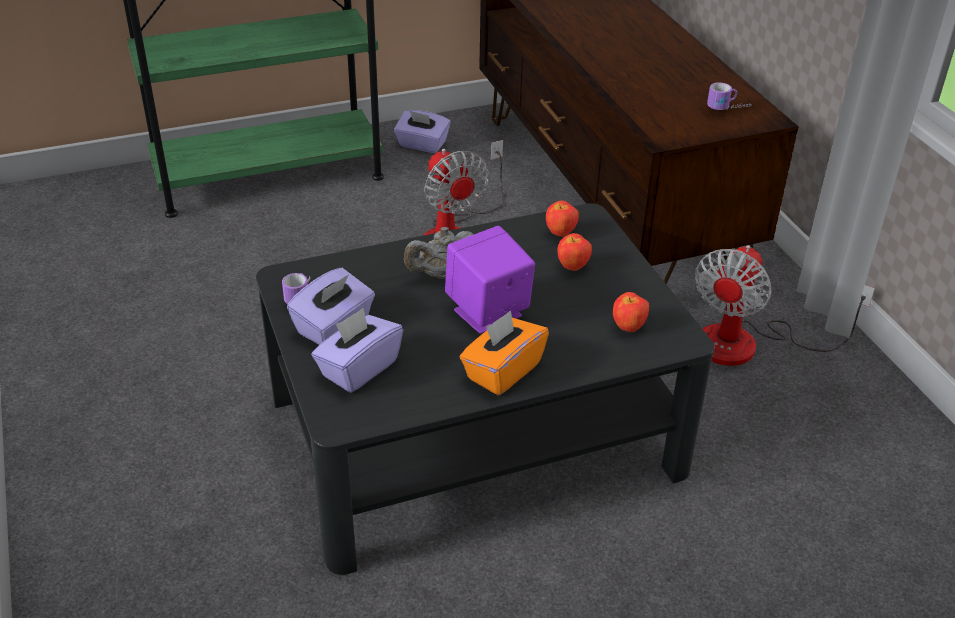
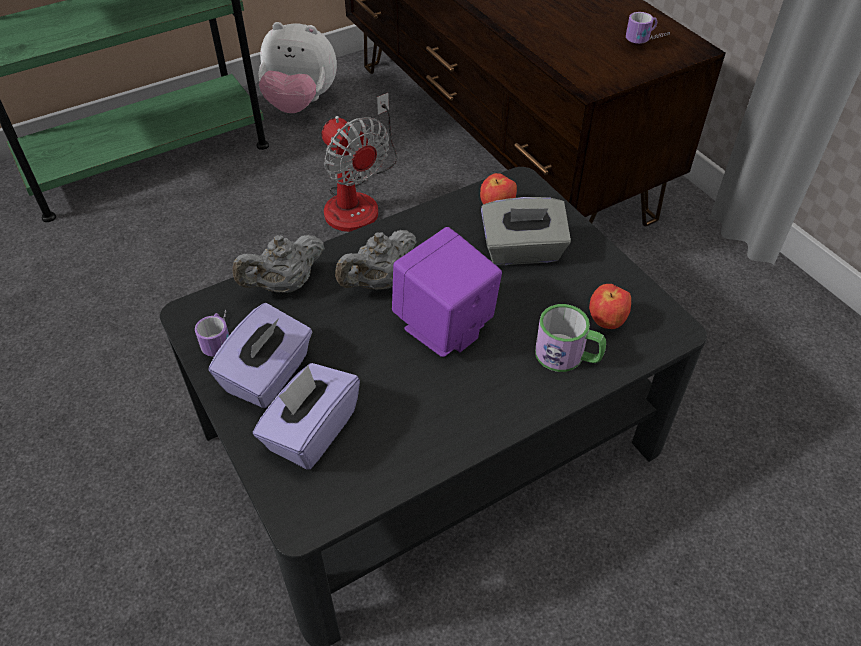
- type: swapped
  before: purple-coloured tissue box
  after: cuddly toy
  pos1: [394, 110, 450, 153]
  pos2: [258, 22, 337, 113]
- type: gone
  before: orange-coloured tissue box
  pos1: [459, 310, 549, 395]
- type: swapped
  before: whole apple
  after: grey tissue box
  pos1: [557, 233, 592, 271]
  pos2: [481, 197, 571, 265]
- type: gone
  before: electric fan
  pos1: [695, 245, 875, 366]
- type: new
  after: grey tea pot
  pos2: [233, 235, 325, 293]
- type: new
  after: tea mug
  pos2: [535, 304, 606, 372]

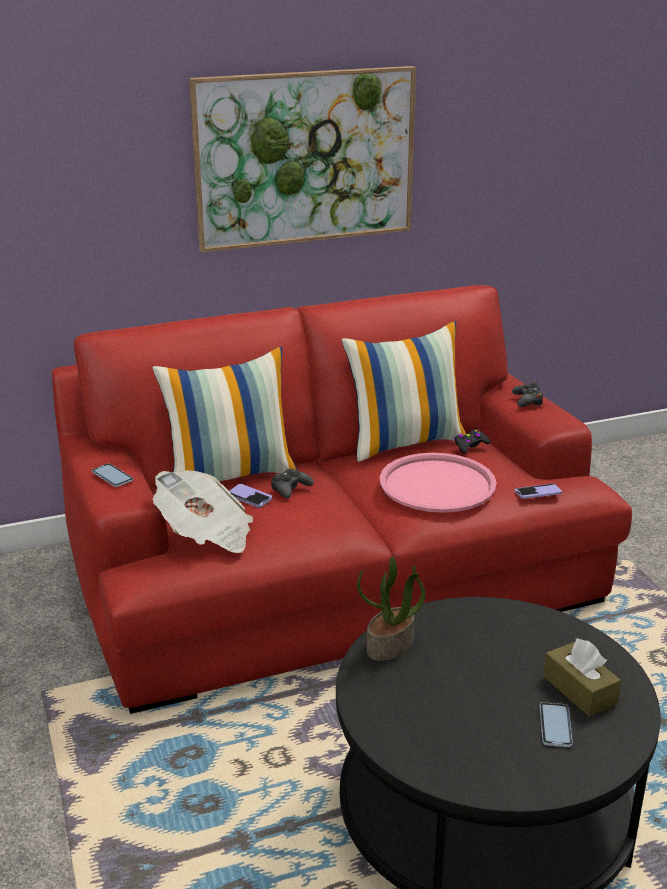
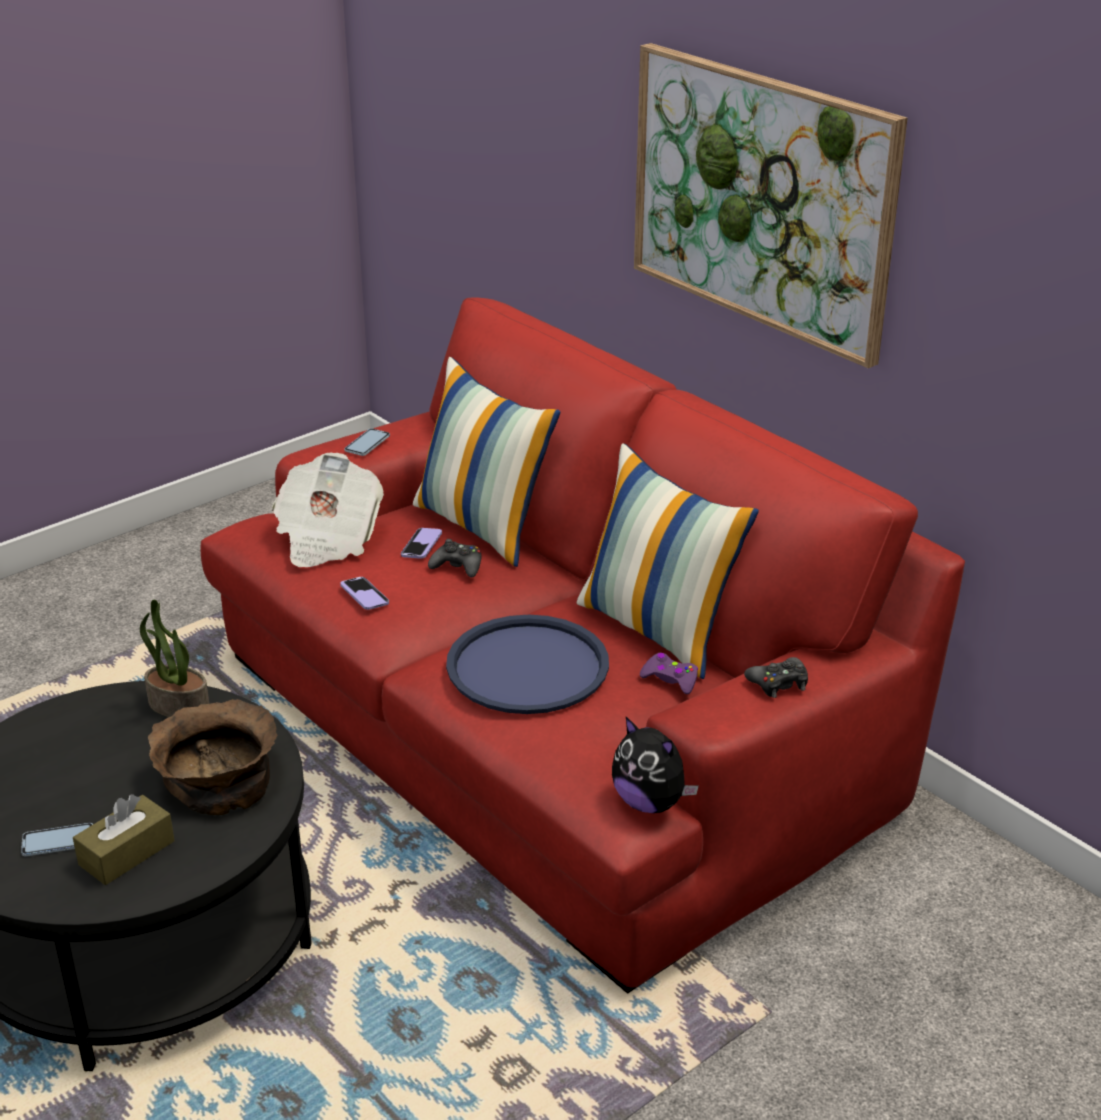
- type: repainted
  before: pink tray
  after: blue-coloured tray
  pos1: [380, 453, 497, 513]
  pos2: [446, 615, 609, 714]
- type: repainted
  before: black-coloured game controller
  after: purple-coloured game controller
  pos1: [454, 429, 491, 454]
  pos2: [640, 653, 698, 694]
- type: shifted
  before: handset
  pos1: [514, 484, 562, 499]
  pos2: [340, 577, 389, 610]
- type: new
  after: brown-coloured deep dish
  pos2: [148, 699, 278, 815]
- type: new
  after: cuddly toy
  pos2: [612, 717, 699, 813]

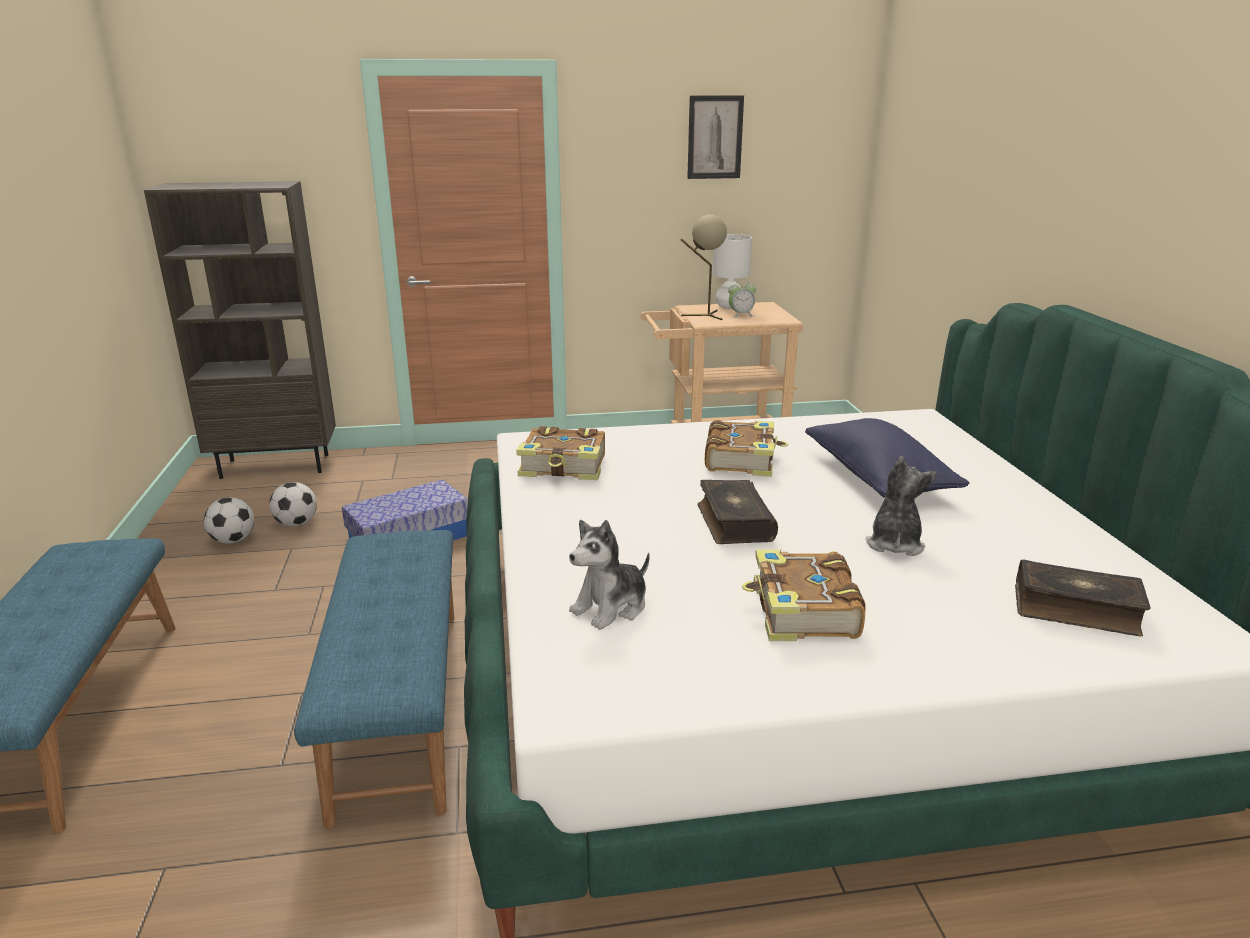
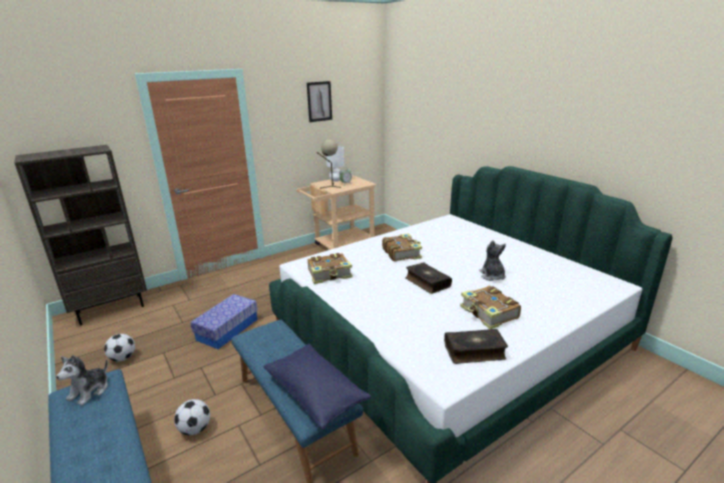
- type: shifted
  before: football ball
  pos1: [269, 482, 317, 527]
  pos2: [174, 399, 210, 435]
- type: shifted
  before: cuddly toy
  pos1: [569, 520, 650, 630]
  pos2: [56, 355, 108, 406]
- type: shifted
  before: blue-coloured cushion
  pos1: [805, 418, 969, 498]
  pos2: [264, 343, 372, 430]
- type: shifted
  before: bound book
  pos1: [1015, 559, 1151, 637]
  pos2: [444, 329, 508, 364]

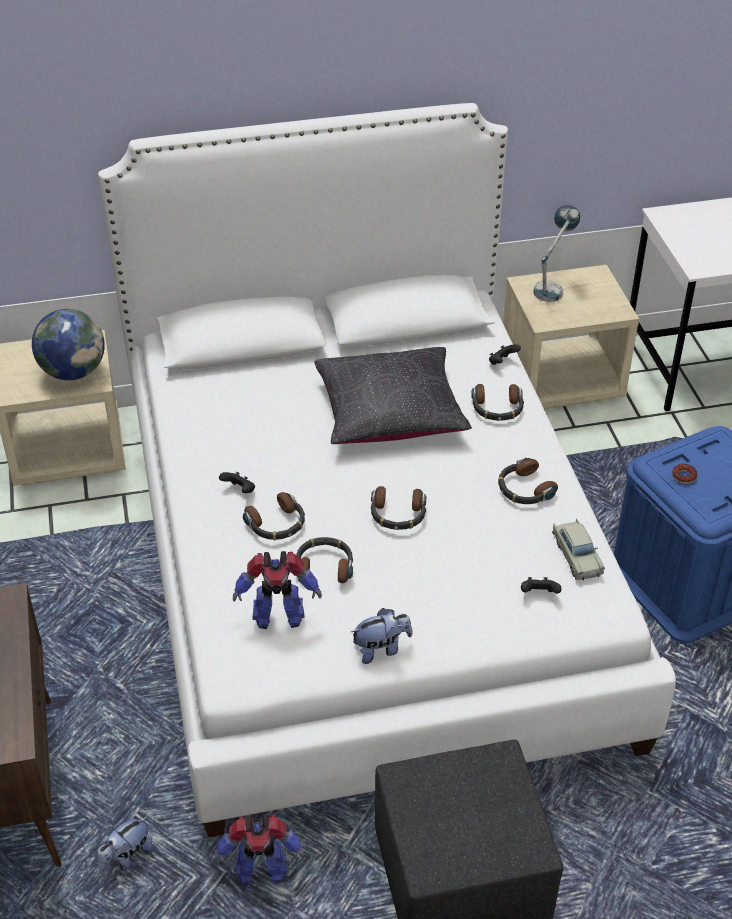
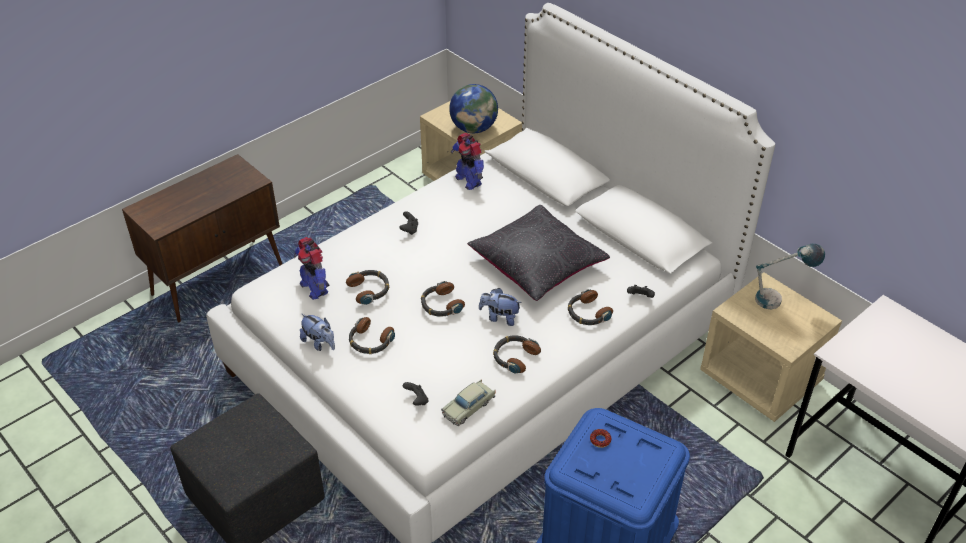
- type: shifted
  before: cuddly toy
  pos1: [97, 816, 154, 873]
  pos2: [479, 288, 522, 326]
- type: shifted
  before: toy robot
  pos1: [215, 815, 305, 885]
  pos2: [451, 133, 484, 190]
- type: shifted
  before: headphones
  pos1: [243, 492, 305, 540]
  pos2: [349, 317, 395, 354]

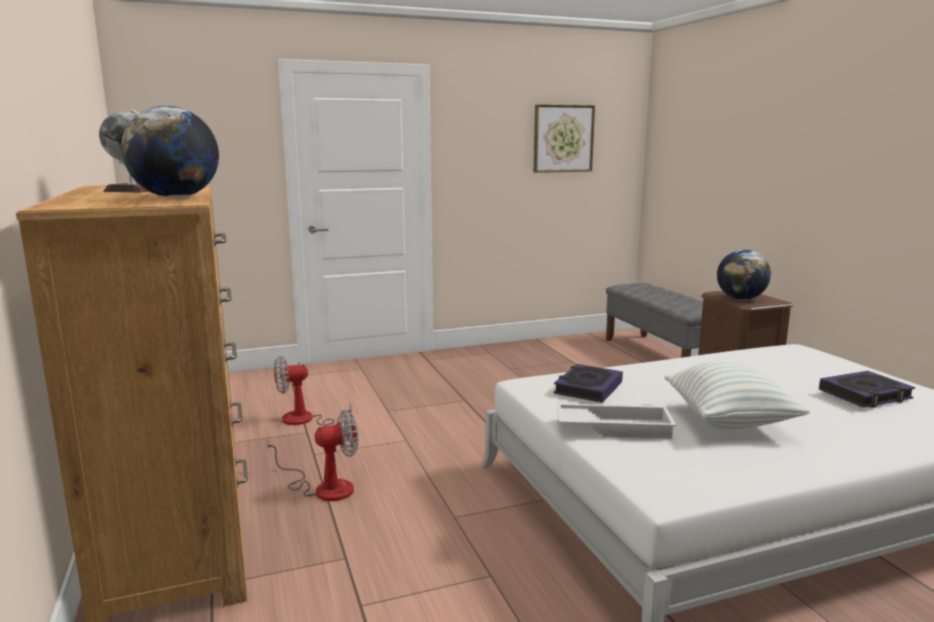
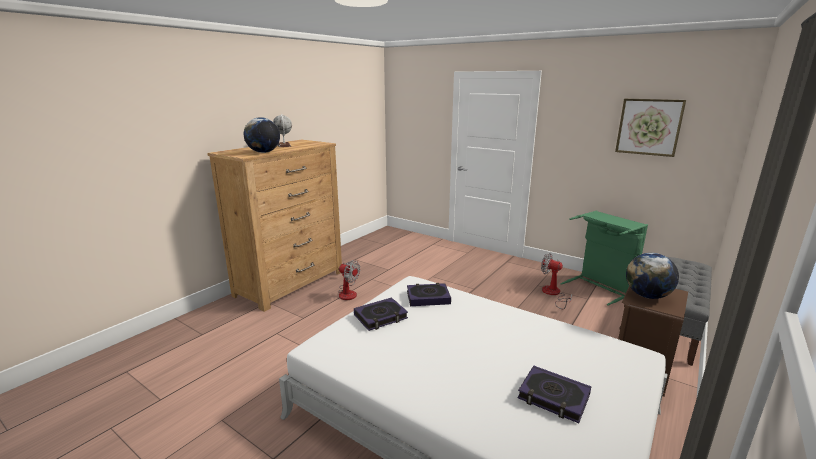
- type: shifted
  before: electric fan
  pos1: [274, 356, 352, 427]
  pos2: [541, 253, 572, 309]
- type: swapped
  before: whitish tray
  after: bound book
  pos1: [557, 403, 676, 439]
  pos2: [354, 297, 408, 331]
- type: gone
  before: cushion
  pos1: [664, 361, 810, 430]
- type: new
  after: green-coloured laundry basket
  pos2: [561, 211, 648, 306]

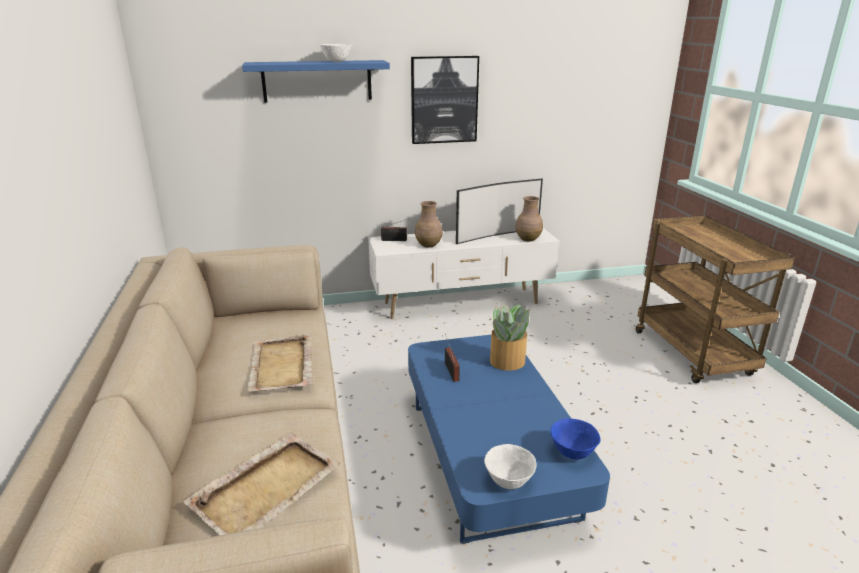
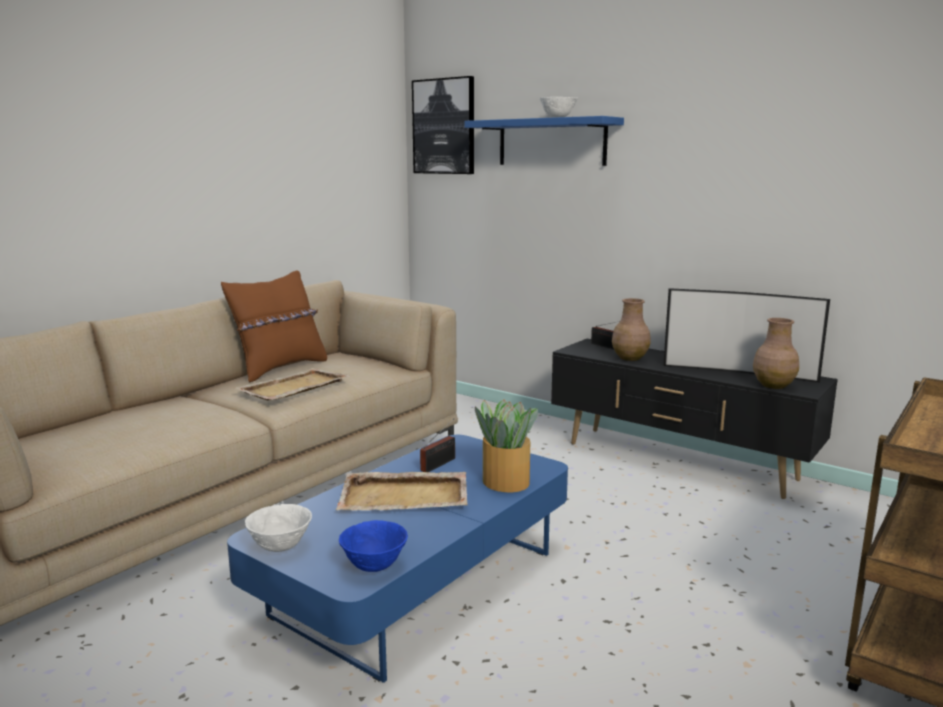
- type: shifted
  before: sand-coloured tray
  pos1: [183, 432, 340, 535]
  pos2: [336, 472, 468, 511]
- type: repainted
  before: whitish media console
  after: black-coloured media console
  pos1: [368, 228, 560, 319]
  pos2: [551, 339, 838, 499]
- type: shifted
  before: picture
  pos1: [411, 56, 479, 144]
  pos2: [412, 76, 474, 174]
- type: new
  after: brown-coloured cushion
  pos2: [221, 270, 327, 383]

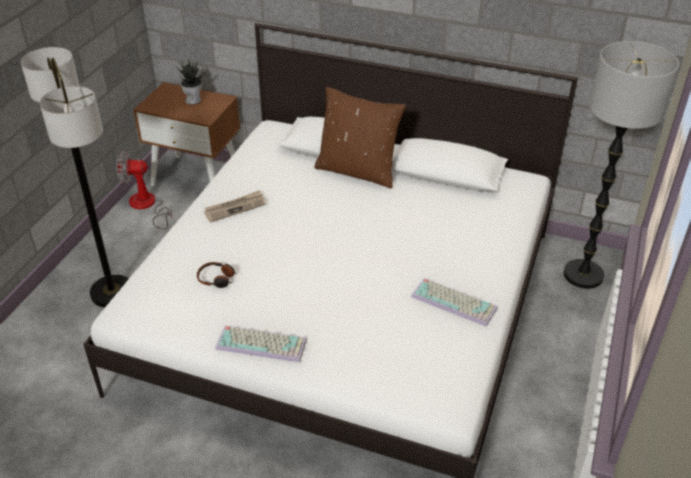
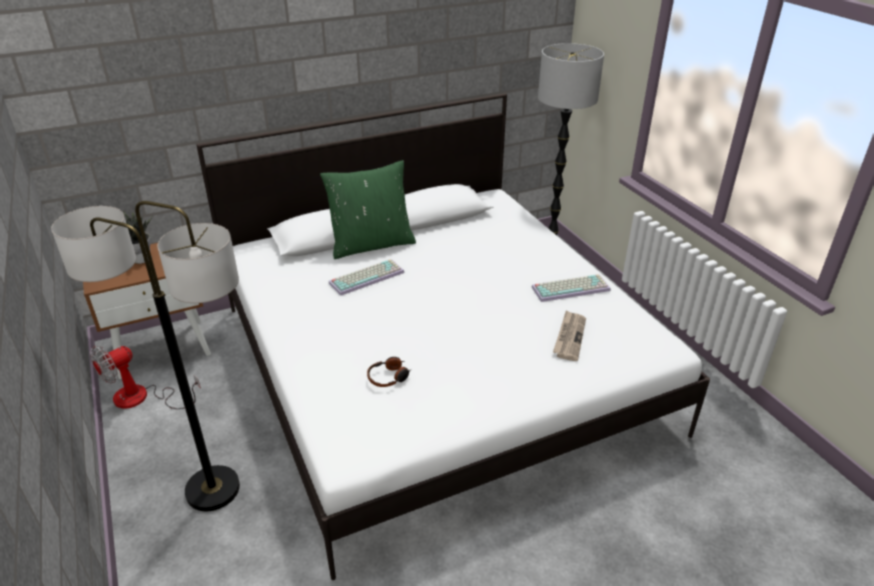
- type: shifted
  before: newspaper
  pos1: [204, 190, 266, 222]
  pos2: [553, 310, 586, 361]
- type: shifted
  before: PC keyboard
  pos1: [215, 326, 307, 362]
  pos2: [329, 259, 404, 296]
- type: repainted
  before: brown-coloured cushion
  after: green-coloured cushion
  pos1: [314, 87, 406, 188]
  pos2: [320, 160, 416, 259]

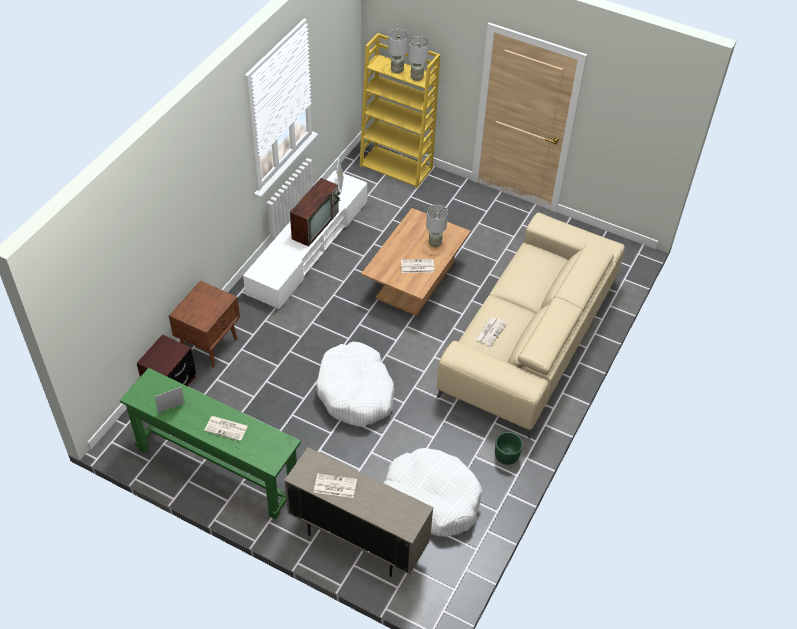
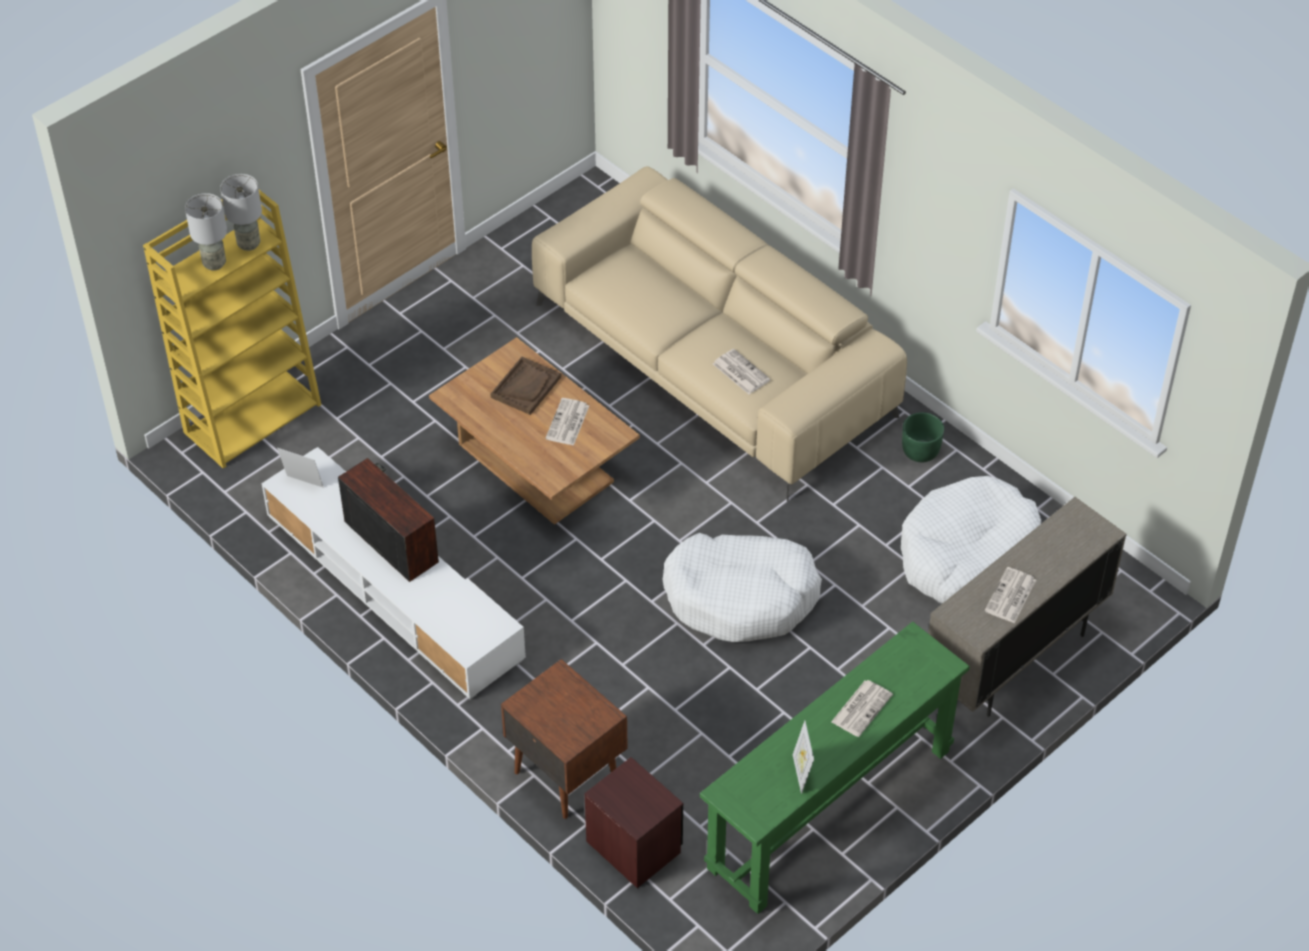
- type: swapped
  before: grey tabletop lamp
  after: brown-coloured tray
  pos1: [426, 205, 448, 247]
  pos2: [490, 357, 561, 415]

